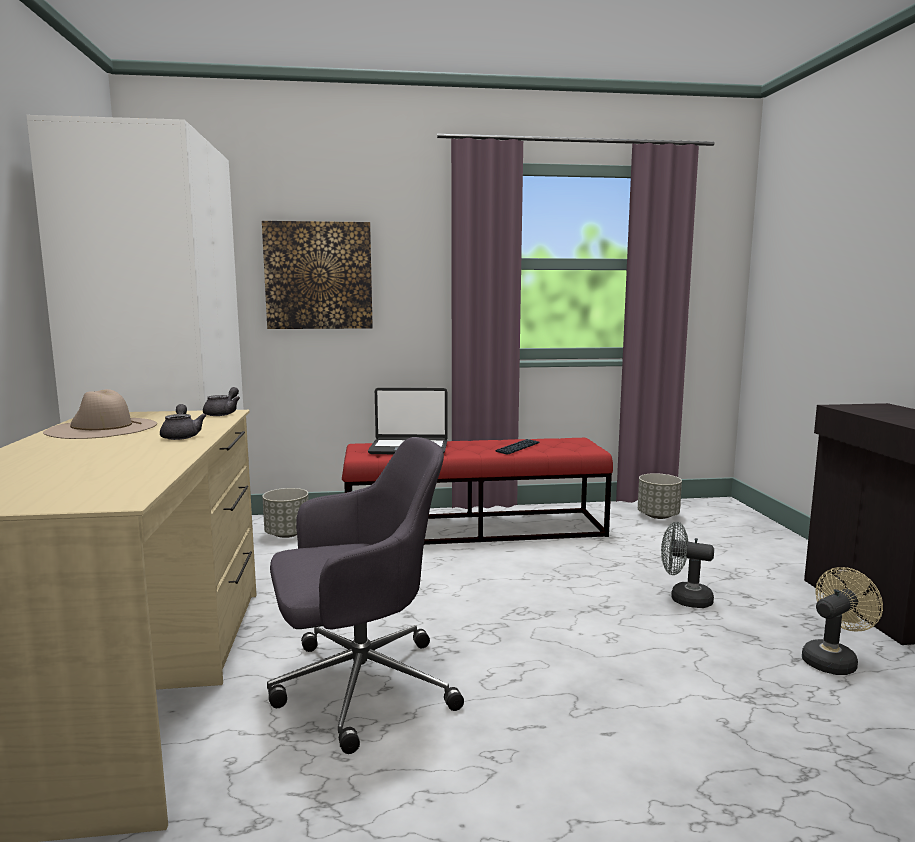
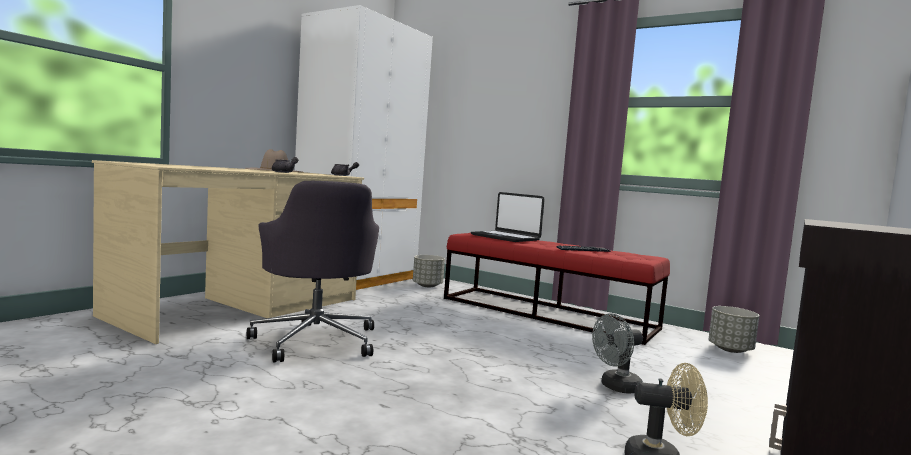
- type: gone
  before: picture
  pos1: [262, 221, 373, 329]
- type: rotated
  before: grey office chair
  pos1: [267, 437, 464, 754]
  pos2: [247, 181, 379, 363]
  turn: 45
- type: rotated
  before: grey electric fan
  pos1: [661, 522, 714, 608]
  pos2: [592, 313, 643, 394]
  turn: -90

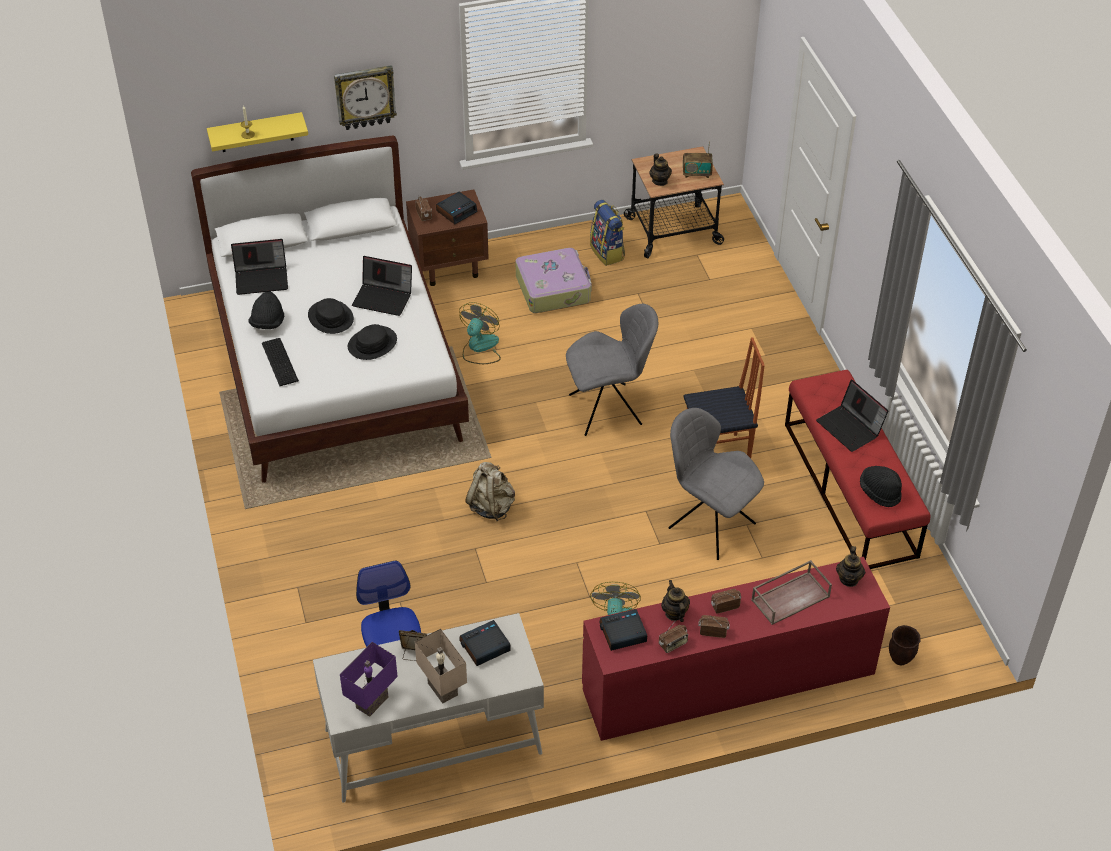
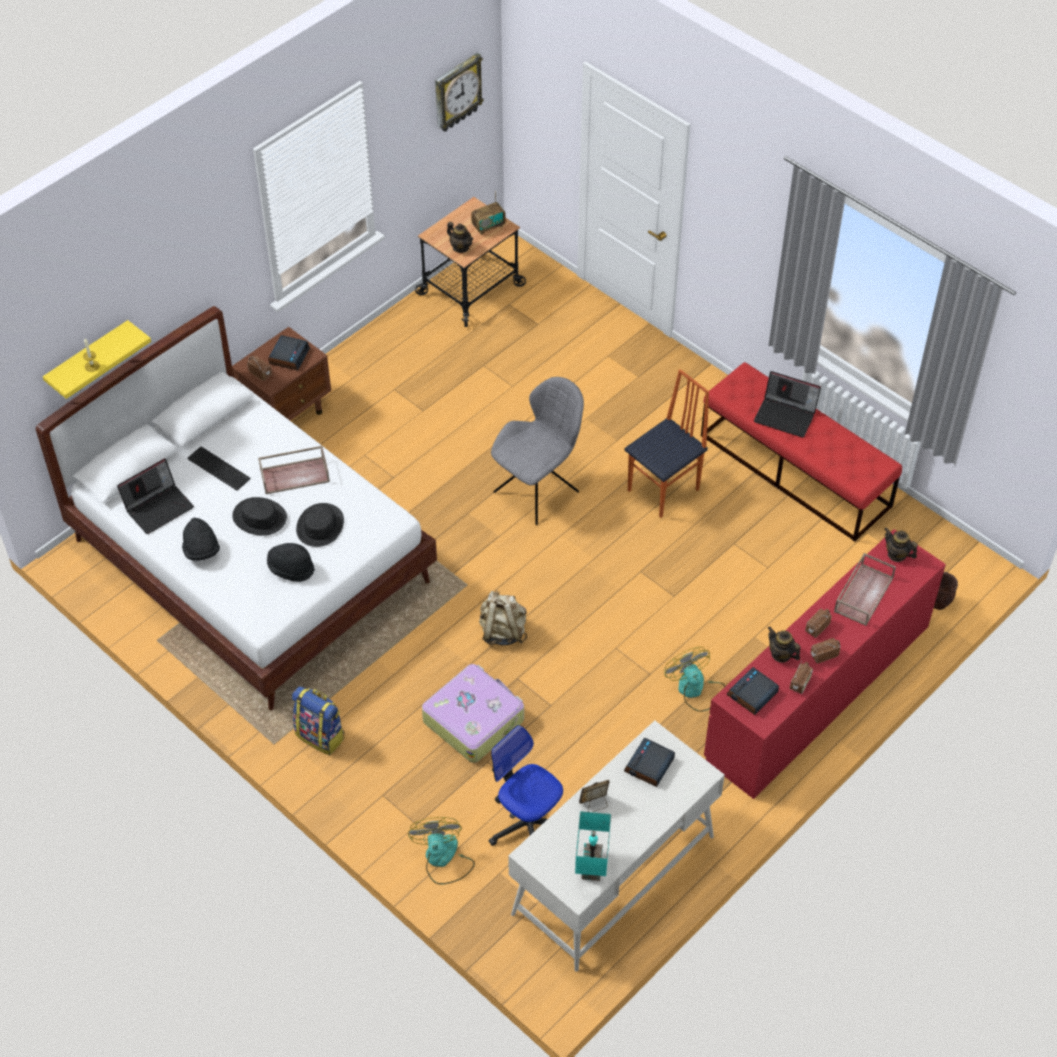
- type: shifted
  before: PC keyboard
  pos1: [262, 338, 299, 386]
  pos2: [187, 447, 251, 491]
- type: shifted
  before: hanging clock
  pos1: [334, 65, 397, 130]
  pos2: [435, 53, 484, 132]
- type: repainted
  before: purple-coloured tabletop lamp
  after: blue-green tabletop lamp
  pos1: [340, 642, 398, 717]
  pos2: [575, 811, 611, 881]
- type: swapped
  before: notebook computer
  after: brown-coloured tray
  pos1: [352, 256, 412, 316]
  pos2: [258, 446, 330, 494]
- type: gone
  before: sand-coloured tabletop lamp
  pos1: [415, 629, 467, 704]
- type: shifted
  before: electric fan
  pos1: [459, 302, 501, 364]
  pos2: [408, 817, 475, 885]
- type: shifted
  before: travel case
  pos1: [516, 248, 592, 313]
  pos2: [422, 664, 524, 763]
- type: shifted
  before: knapsack
  pos1: [590, 200, 625, 266]
  pos2: [292, 686, 345, 755]
- type: gone
  before: grey plain chair
  pos1: [668, 408, 764, 560]
- type: rotated
  before: tea pot
  pos1: [836, 546, 865, 587]
  pos2: [884, 527, 918, 562]
  turn: 150
- type: shifted
  before: black-coloured clothing hat
  pos1: [860, 466, 902, 507]
  pos2: [267, 543, 315, 582]

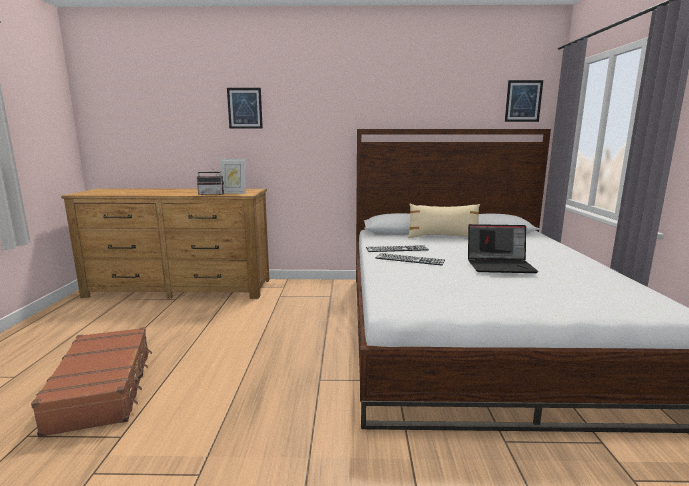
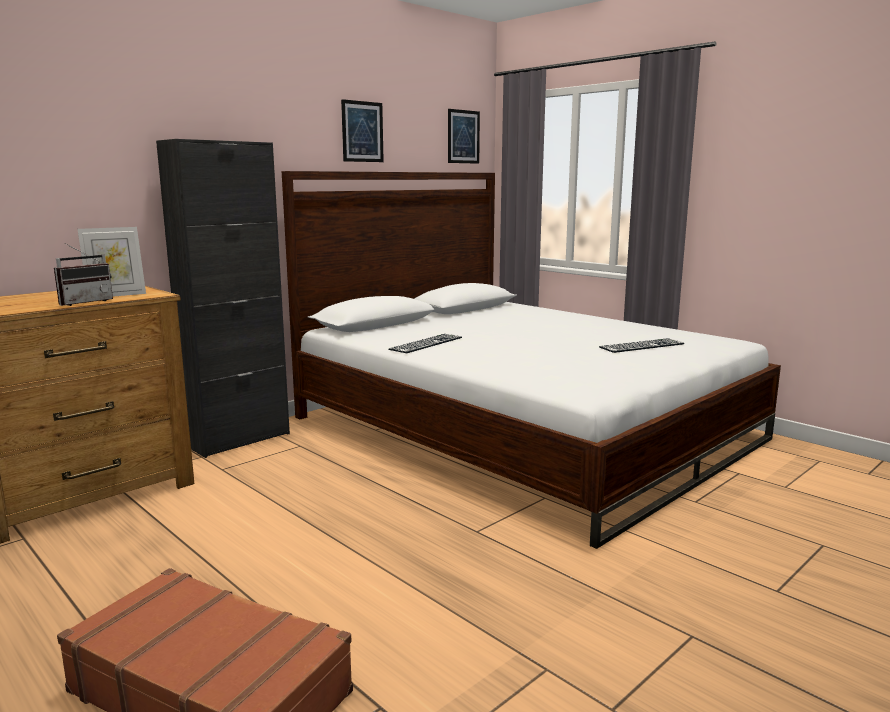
- type: shifted
  before: picture
  pos1: [227, 88, 263, 129]
  pos2: [341, 99, 384, 162]
- type: shifted
  before: PC keyboard
  pos1: [376, 253, 445, 266]
  pos2: [599, 338, 685, 353]
- type: gone
  before: sand-coloured cushion
  pos1: [408, 204, 480, 238]
- type: gone
  before: notebook computer
  pos1: [468, 224, 539, 273]
- type: new
  after: black-coloured cabinet
  pos2: [156, 139, 290, 458]

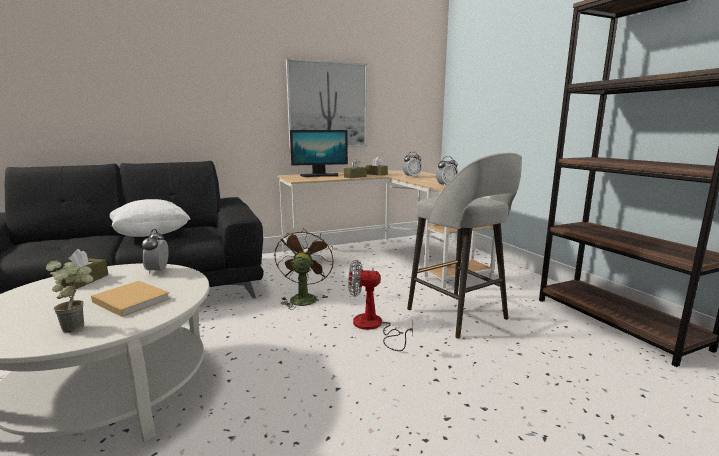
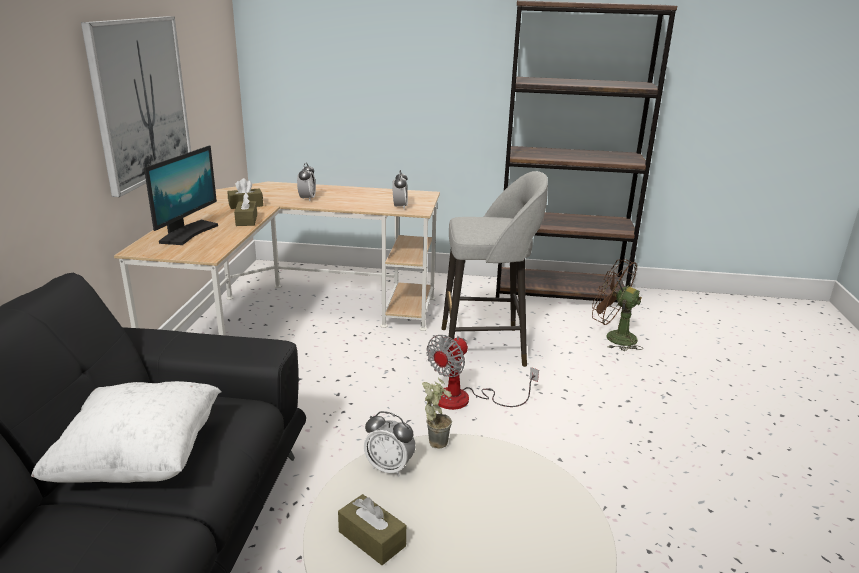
- type: shifted
  before: houseplant
  pos1: [46, 261, 93, 333]
  pos2: [422, 377, 452, 449]
- type: gone
  before: sand-coloured bound book
  pos1: [91, 281, 170, 317]
- type: shifted
  before: brown-coloured electric fan
  pos1: [274, 228, 334, 310]
  pos2: [592, 259, 643, 351]

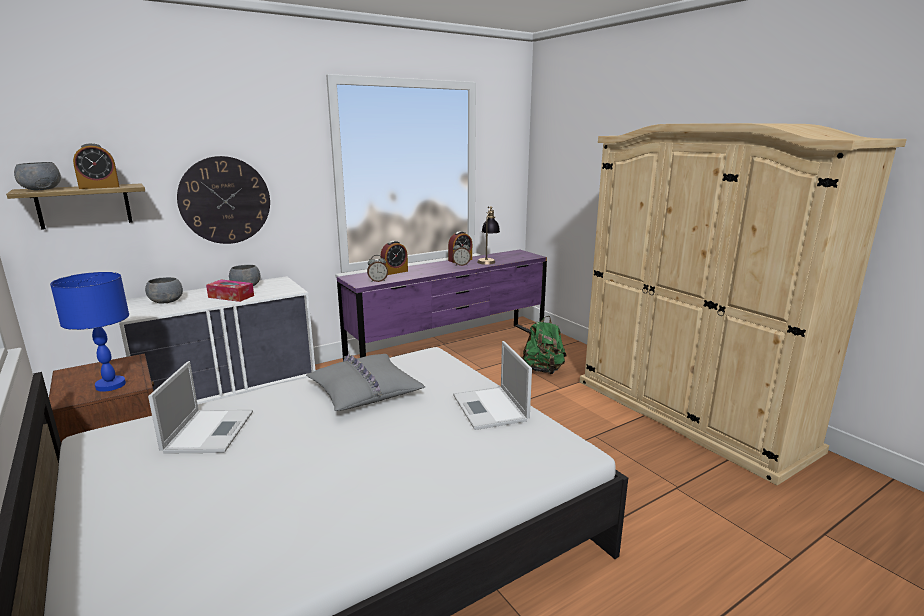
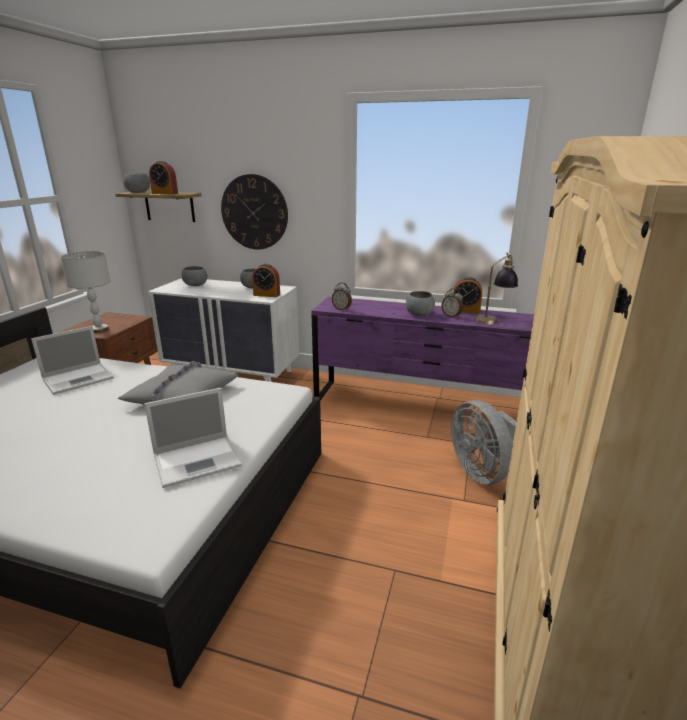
- type: repainted
  before: blue-coloured tabletop lamp
  after: grey tabletop lamp
  pos1: [50, 272, 129, 392]
  pos2: [61, 251, 110, 333]
- type: gone
  before: tissue box
  pos1: [206, 279, 254, 302]
- type: shifted
  before: bedside clock
  pos1: [381, 241, 408, 275]
  pos2: [252, 264, 280, 297]
- type: rotated
  before: notebook computer
  pos1: [453, 341, 532, 430]
  pos2: [145, 388, 242, 488]
  turn: -150
- type: swapped
  before: green-coloured knapsack
  after: grey electric fan
  pos1: [522, 316, 567, 374]
  pos2: [451, 400, 517, 484]
- type: new
  after: grey deep dish
  pos2: [406, 291, 435, 316]

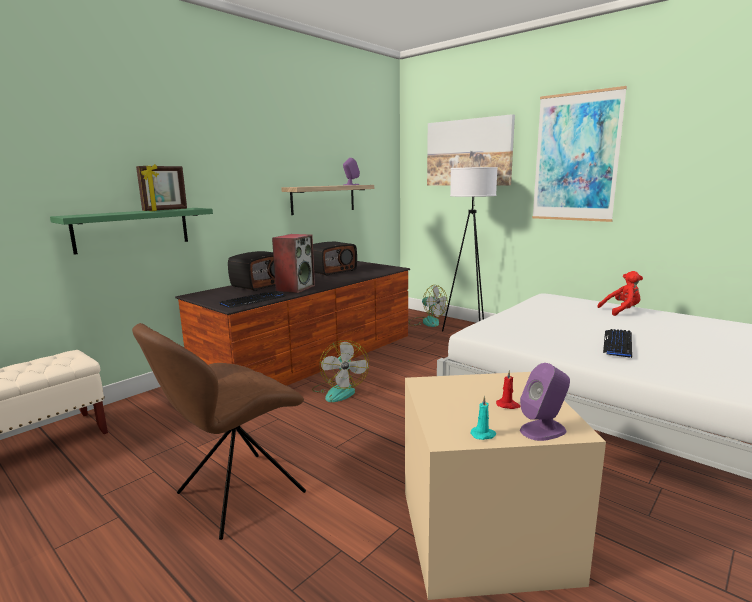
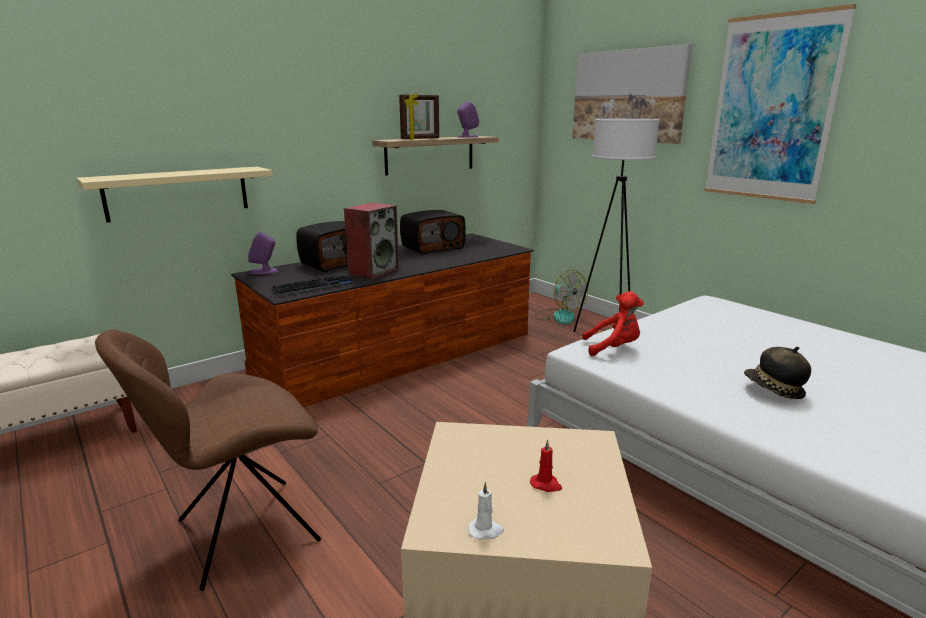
- type: repainted
  before: green-coloured wall shelf
  after: sand-coloured wall shelf
  pos1: [50, 208, 213, 255]
  pos2: [76, 167, 273, 223]
- type: shifted
  before: picture frame
  pos1: [136, 164, 187, 211]
  pos2: [399, 93, 439, 140]
- type: gone
  before: electric fan
  pos1: [312, 340, 369, 402]
- type: repainted
  before: blue-green wax candle
  after: whitish wax candle
  pos1: [470, 396, 496, 440]
  pos2: [468, 482, 504, 540]
- type: shifted
  before: purple-coloured speaker
  pos1: [520, 363, 570, 441]
  pos2: [248, 231, 278, 274]
- type: shifted
  before: red cuddly toy
  pos1: [598, 271, 643, 316]
  pos2: [582, 291, 644, 356]
- type: swapped
  before: PC keyboard
  after: clothing hat
  pos1: [603, 329, 632, 358]
  pos2: [744, 347, 811, 399]

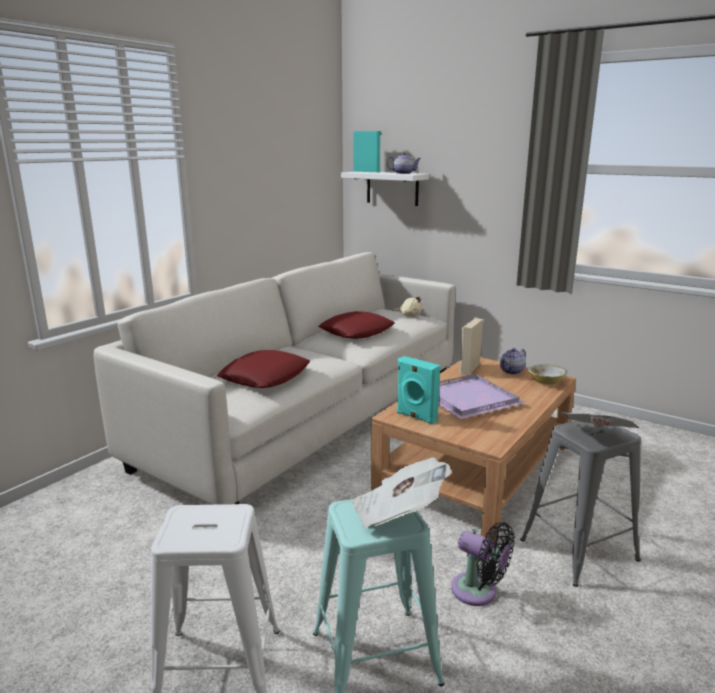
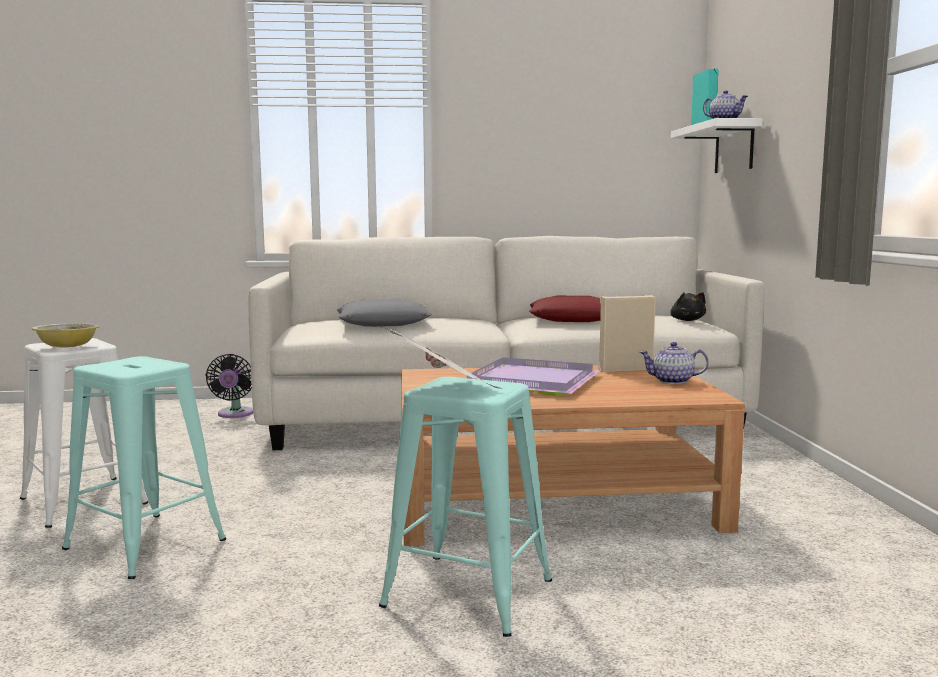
- type: repainted
  before: red cushion
  after: grey cushion
  pos1: [217, 350, 310, 388]
  pos2: [337, 299, 432, 327]
- type: gone
  before: newspaper
  pos1: [352, 458, 451, 528]
- type: repainted
  before: sand-coloured cuddly toy
  after: black-coloured cuddly toy
  pos1: [392, 296, 422, 317]
  pos2: [671, 292, 706, 321]
- type: gone
  before: blue-green speaker
  pos1: [397, 356, 440, 424]
- type: shifted
  before: black-coloured electric fan
  pos1: [451, 522, 515, 606]
  pos2: [206, 354, 253, 418]
- type: repainted
  before: grey stool seat
  after: blue-green stool seat
  pos1: [520, 421, 641, 587]
  pos2: [379, 377, 552, 637]
- type: shifted
  before: deep dish
  pos1: [528, 364, 568, 384]
  pos2: [32, 323, 100, 348]

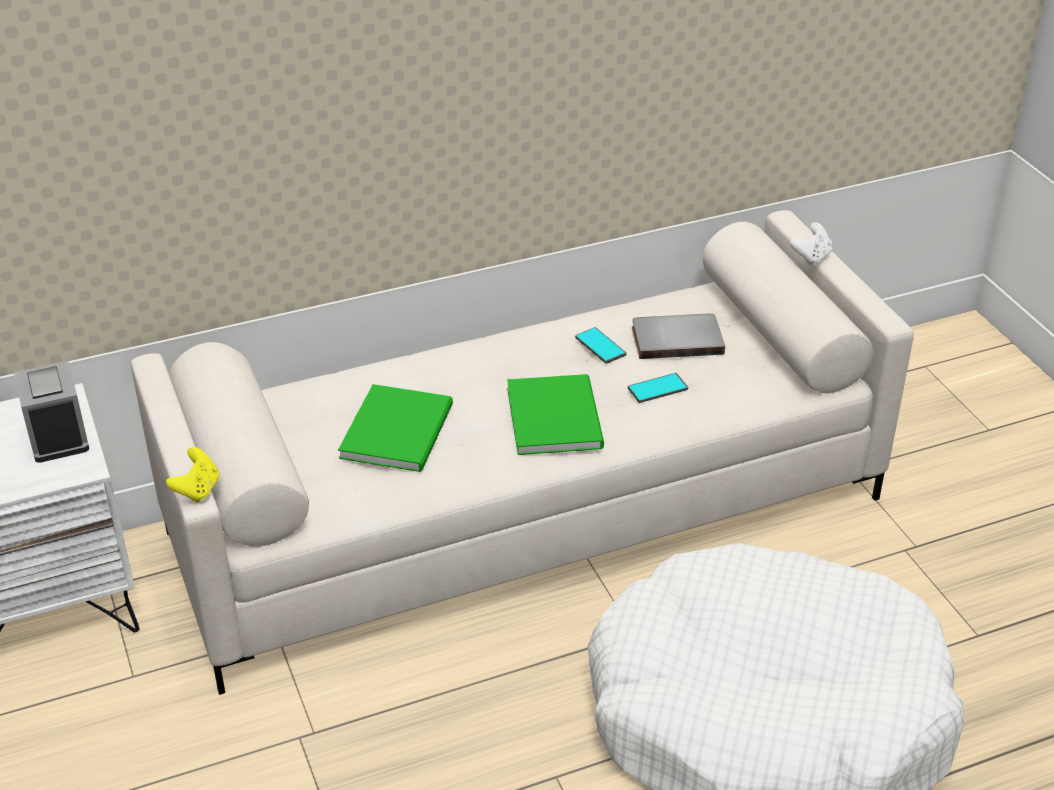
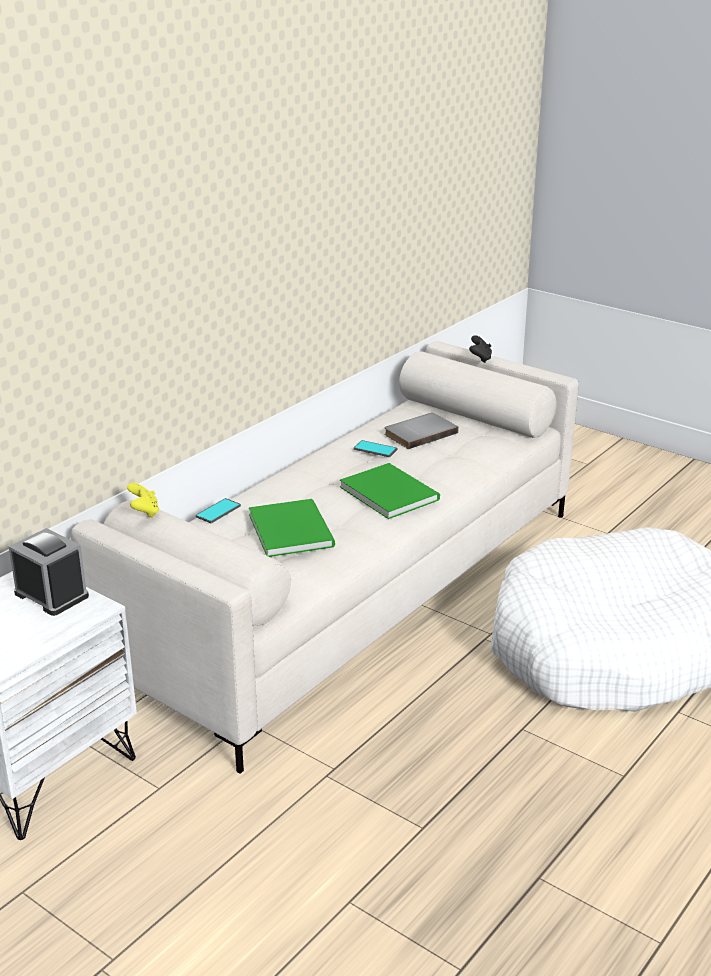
- type: shifted
  before: yellow-coloured game controller
  pos1: [166, 447, 220, 503]
  pos2: [127, 483, 159, 518]
- type: shifted
  before: handset
  pos1: [628, 373, 688, 403]
  pos2: [196, 498, 241, 523]
- type: repainted
  before: whitish game controller
  after: black-coloured game controller
  pos1: [790, 222, 832, 266]
  pos2: [469, 335, 492, 363]

